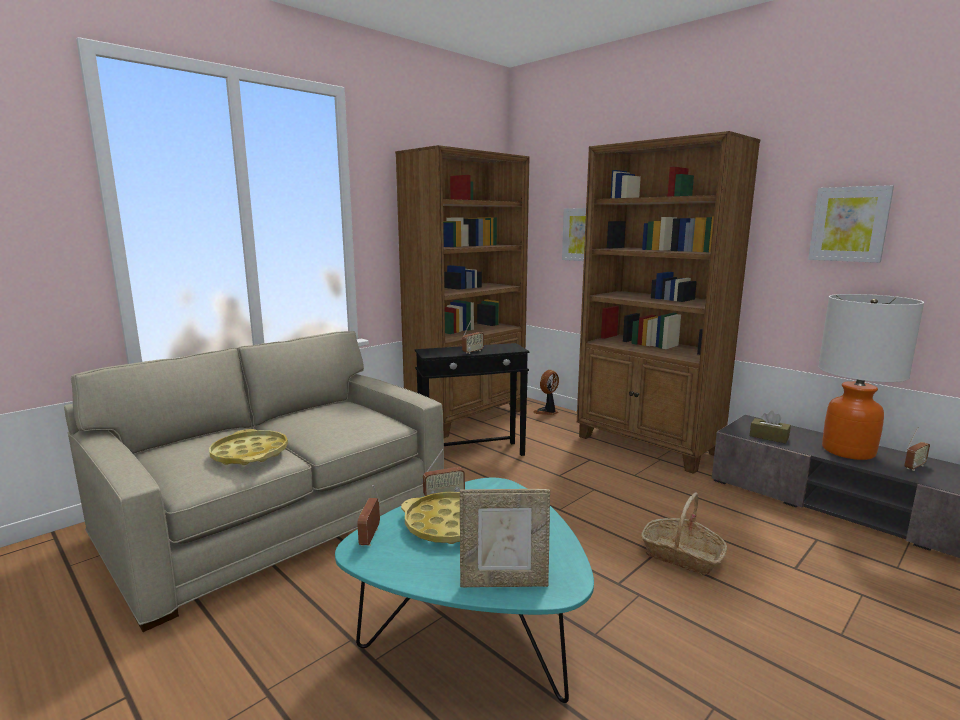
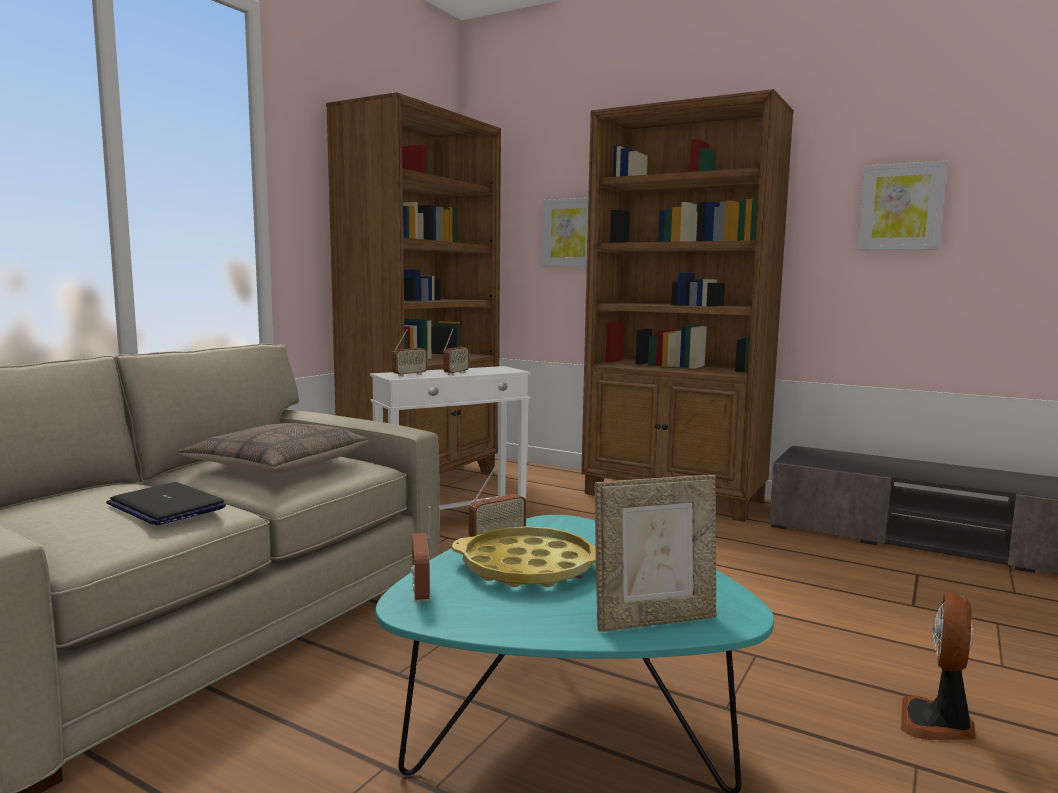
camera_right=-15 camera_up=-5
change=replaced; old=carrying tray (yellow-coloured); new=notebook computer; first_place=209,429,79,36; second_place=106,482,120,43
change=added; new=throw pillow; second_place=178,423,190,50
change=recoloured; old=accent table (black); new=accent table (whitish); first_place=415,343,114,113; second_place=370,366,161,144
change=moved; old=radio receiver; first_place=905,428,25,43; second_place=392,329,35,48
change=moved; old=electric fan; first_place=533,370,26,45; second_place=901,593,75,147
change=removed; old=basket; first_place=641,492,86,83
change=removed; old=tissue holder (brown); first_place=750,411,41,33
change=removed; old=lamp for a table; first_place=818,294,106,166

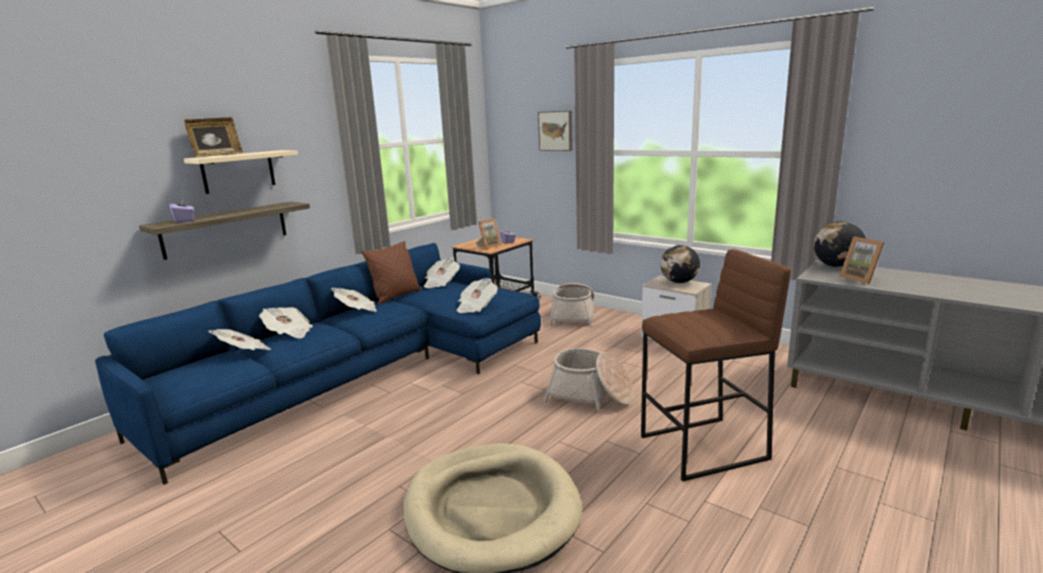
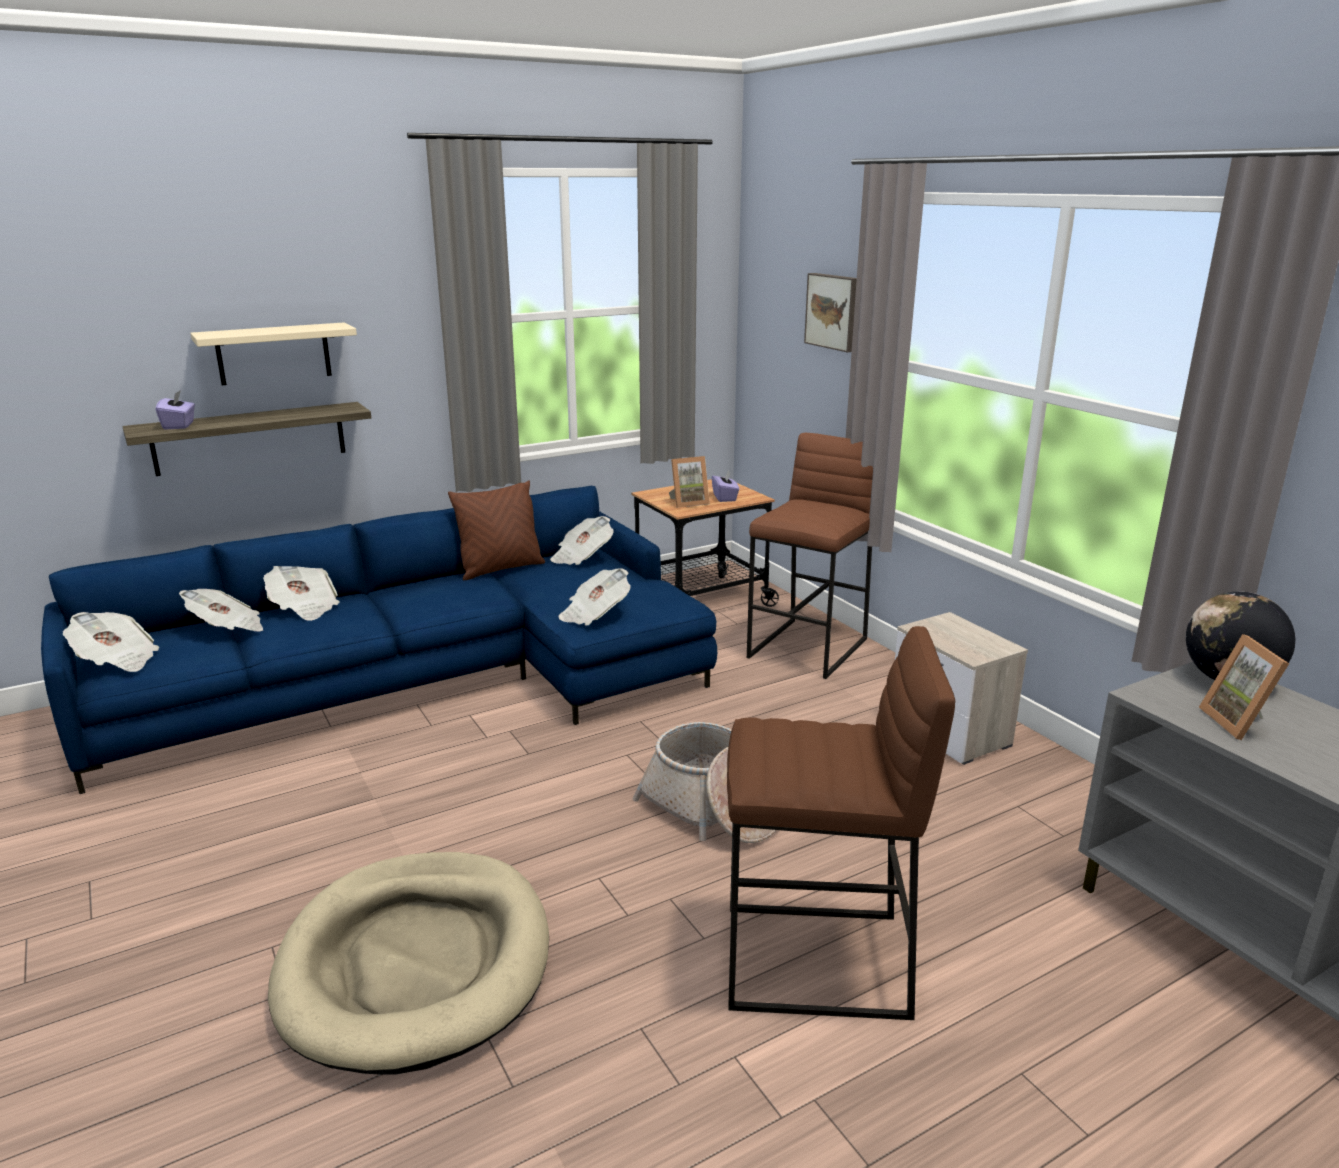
camera_right=20 camera_up=5
change=moved; old=daily paper; first_place=331,288,46,24; second_place=63,612,97,60
change=replaced; old=basket; new=stool seat (brown); first_place=549,283,46,44; second_place=747,433,126,246
change=removed; old=picture frame; first_place=184,117,59,40
change=removed; old=world globe; first_place=661,245,39,38

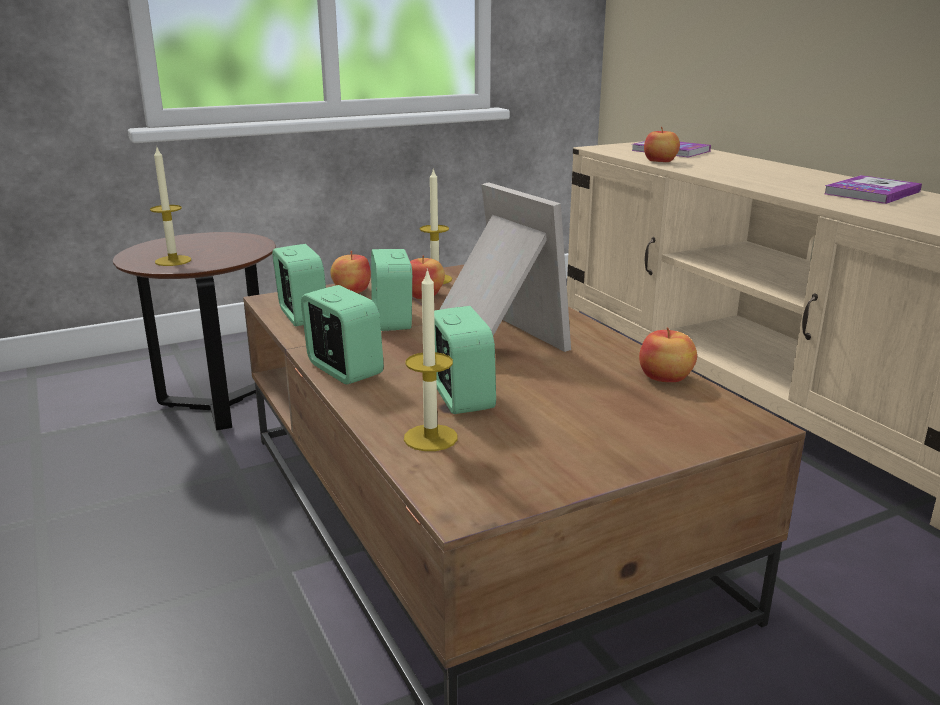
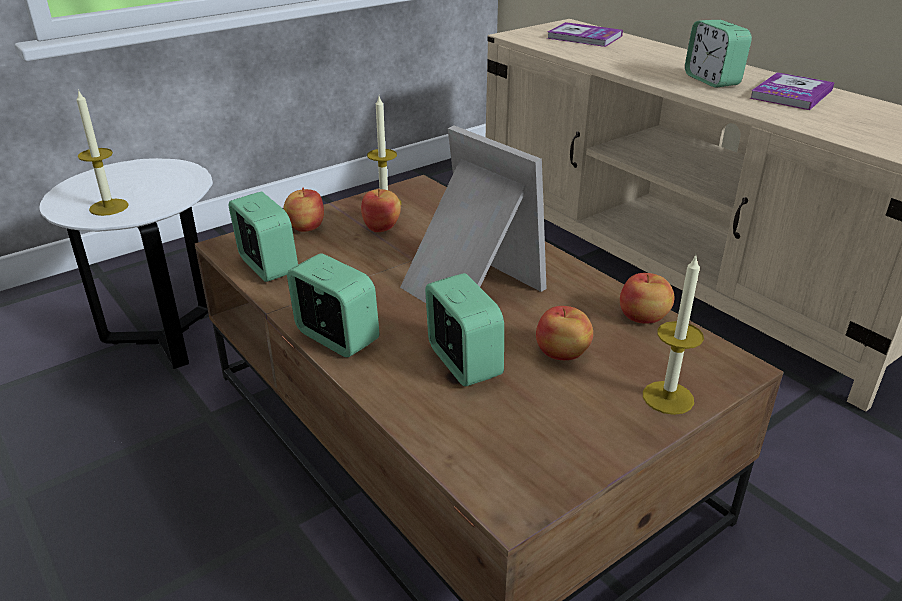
camera_right=-10 camera_up=10
change=recoloured; old=accent table (brown); new=accent table (whitish); first_place=113,232,163,199; second_place=40,158,173,211
change=moved; old=whole apple; first_place=644,127,36,35; second_place=536,306,57,54
change=moved; old=wax candle; first_place=404,269,54,182; second_place=643,255,61,160
change=moved; old=alarm clock; first_place=371,249,41,82; second_place=685,20,67,68

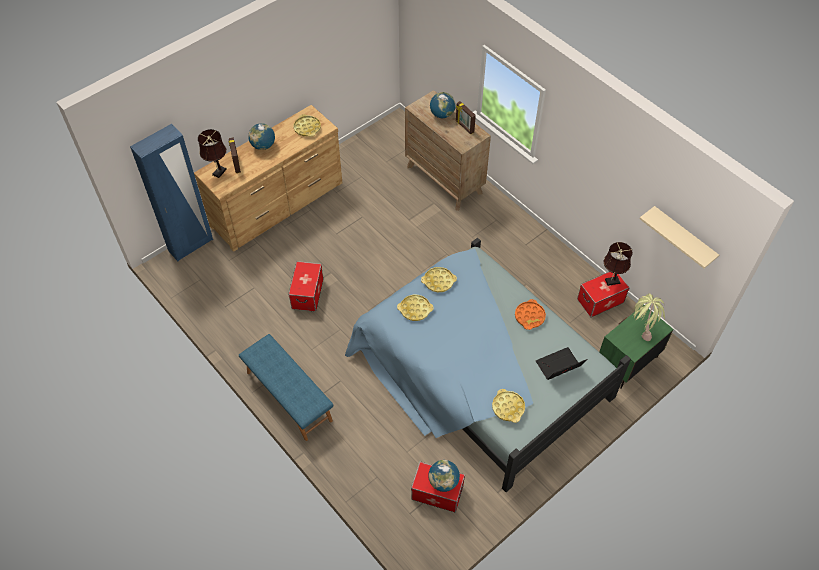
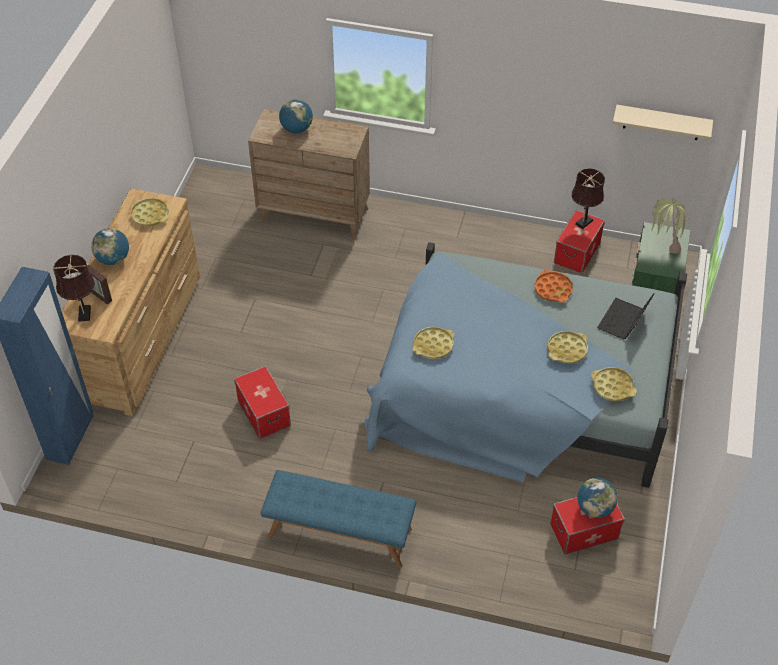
camera_right=-35 camera_up=-5
change=moved; old=carrying tray (yellow-coloured); first_place=421,267,36,25; second_place=548,331,40,32
change=removed; old=picture frame; first_place=456,101,20,33

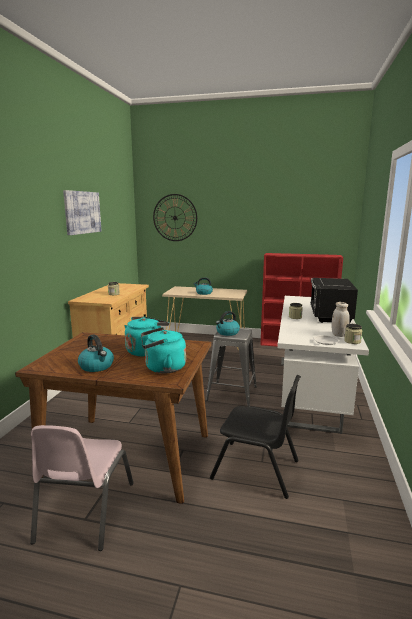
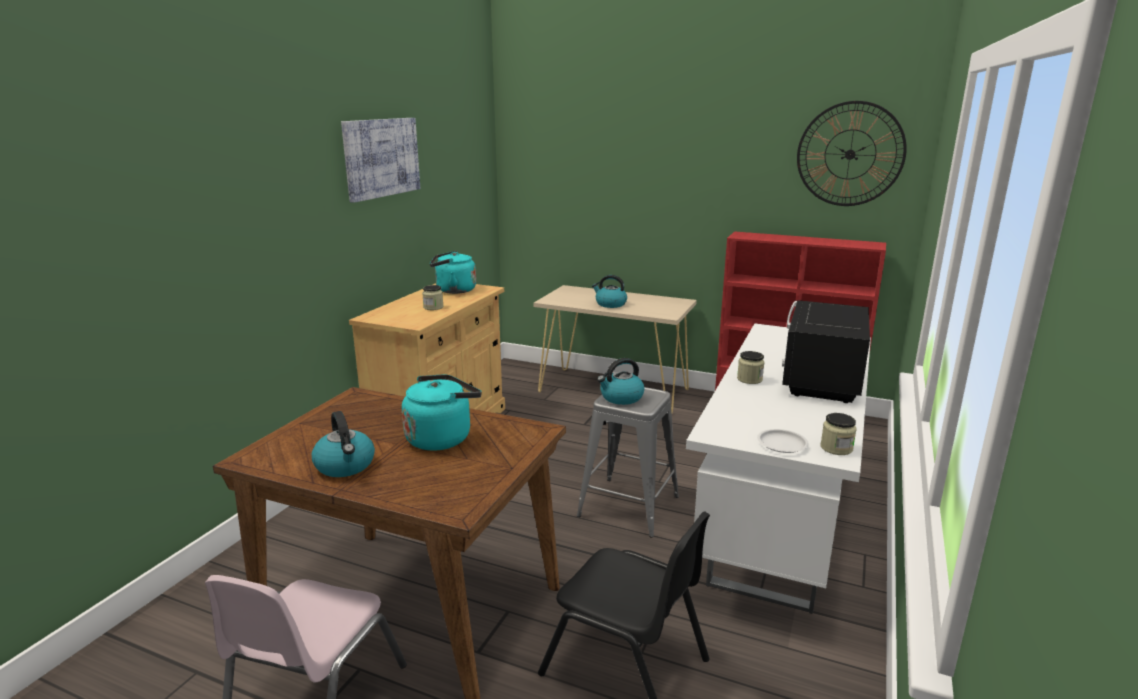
camera_right=10 camera_up=5
change=moved; old=kettle (turquoise-coloured); first_place=141,327,45,46; second_place=430,251,46,43
change=moved; old=hanging clock; first_place=153,194,44,47; second_place=797,101,110,105
change=removed; old=preserve jar (whitish); first_place=331,302,19,35

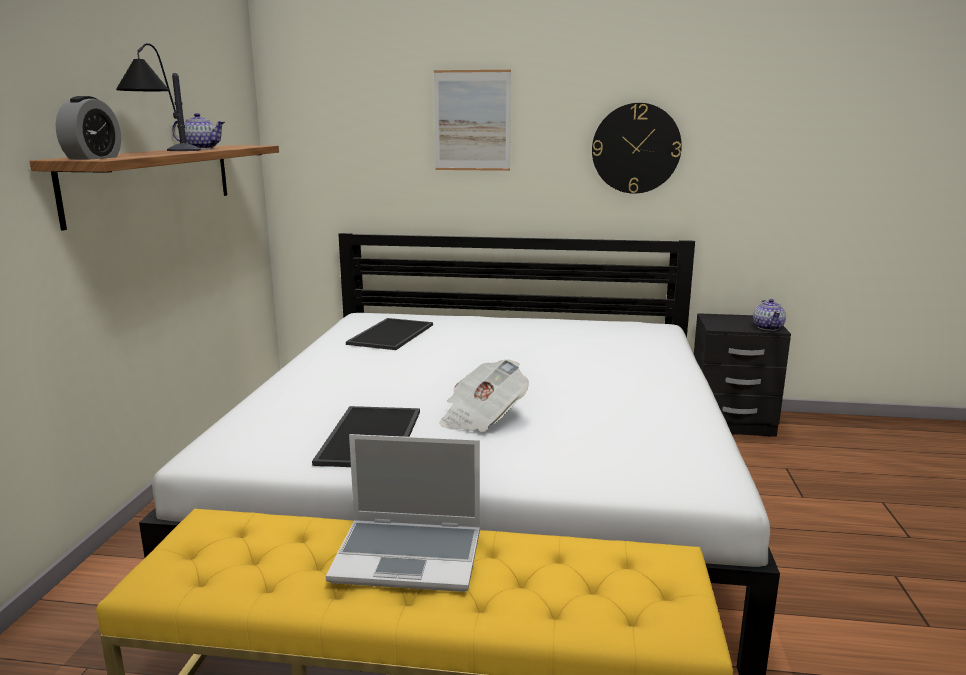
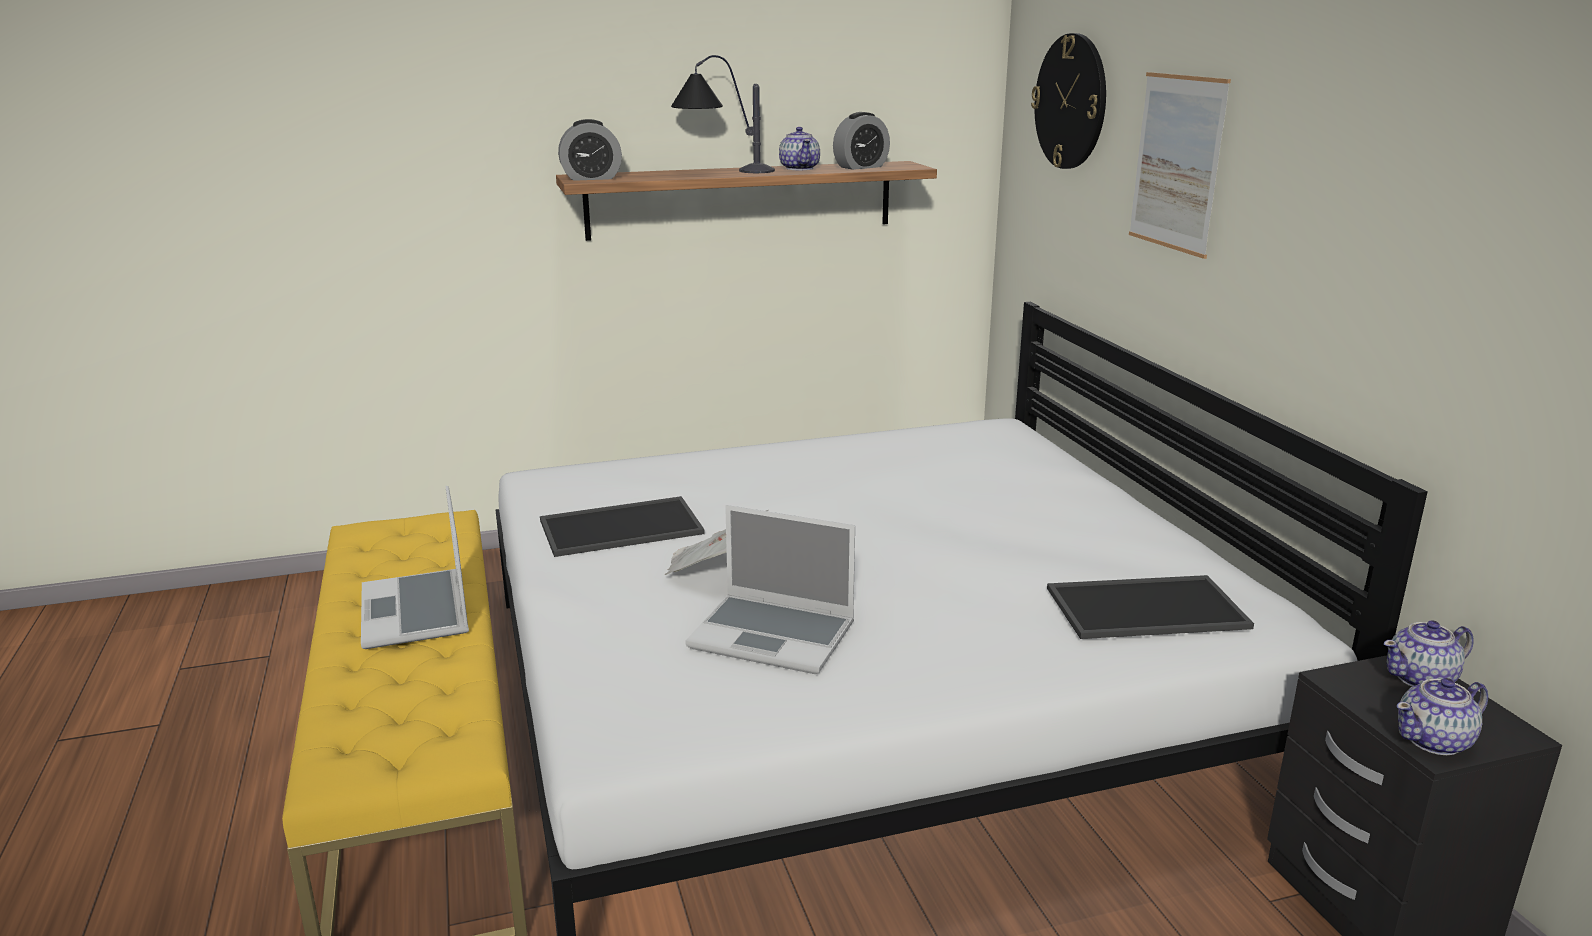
camera_right=65 camera_up=5
change=added; new=notebook computer; second_place=686,505,169,169
change=added; new=alarm clock; second_place=833,112,57,58
change=moved; old=hanging clock; first_place=592,103,90,91; second_place=1031,33,75,136
change=moved; old=carrying tray; first_place=346,318,87,32; second_place=1047,575,207,64
change=added; new=teapot; second_place=1384,620,89,67

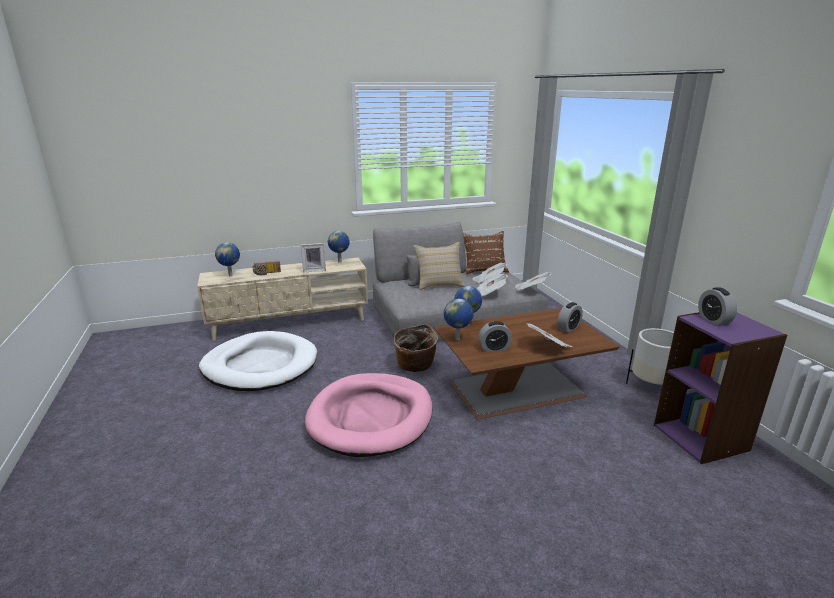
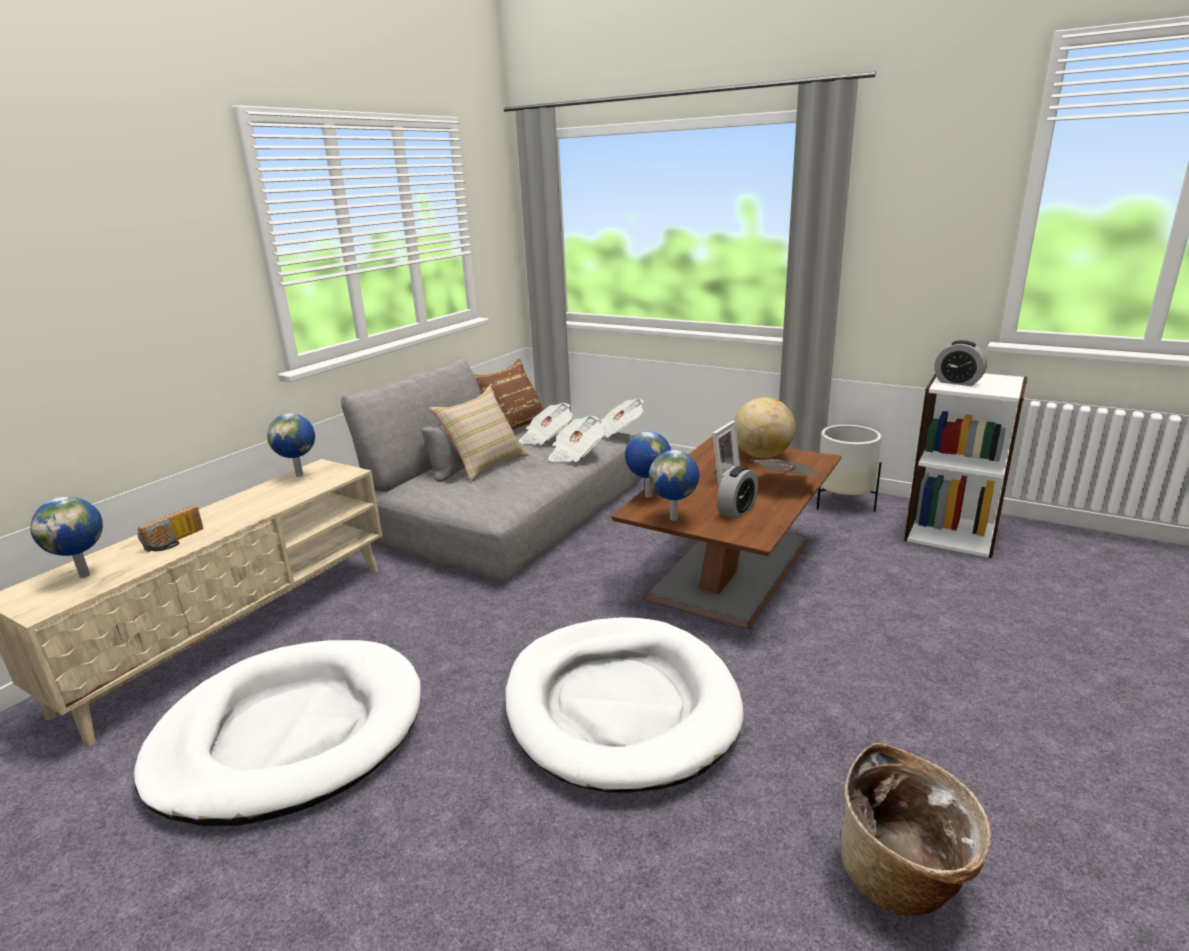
camera_right=-40 camera_up=0
change=recoloured; old=pet bed (pinkish); new=pet bed (whitish); first_place=305,373,127,84; second_place=505,617,239,176
change=moved; old=picture frame; first_place=301,243,25,30; second_place=712,420,28,66
change=replaced; old=alarm clock; new=world globe; first_place=557,302,26,31; second_place=734,397,61,61
change=moved; old=basket; first_place=394,324,44,48; second_place=841,743,150,173
change=recoloured; old=shelving unit (purplish); new=shelving unit (whitish); first_place=654,312,133,152; second_place=904,373,123,185

